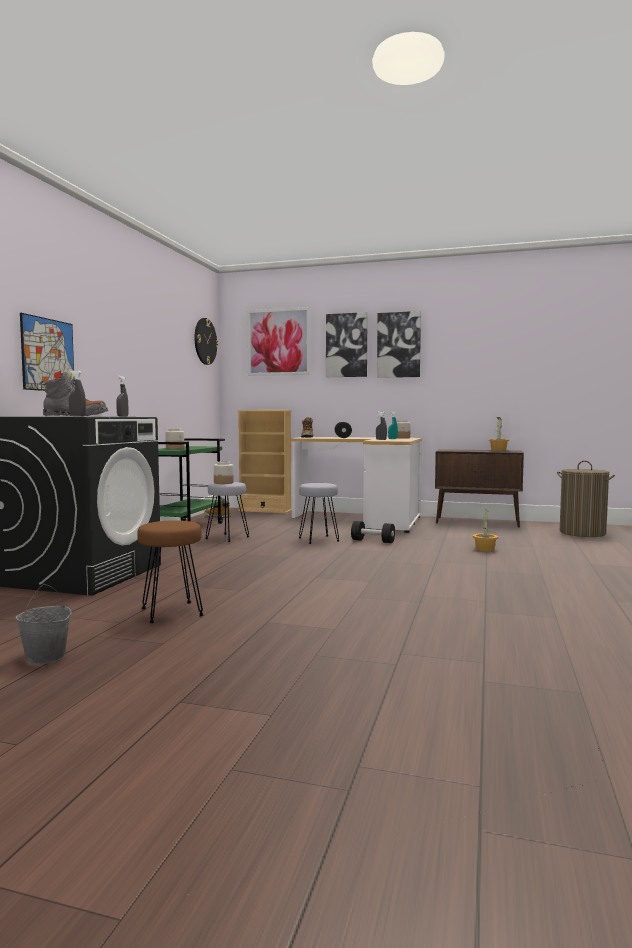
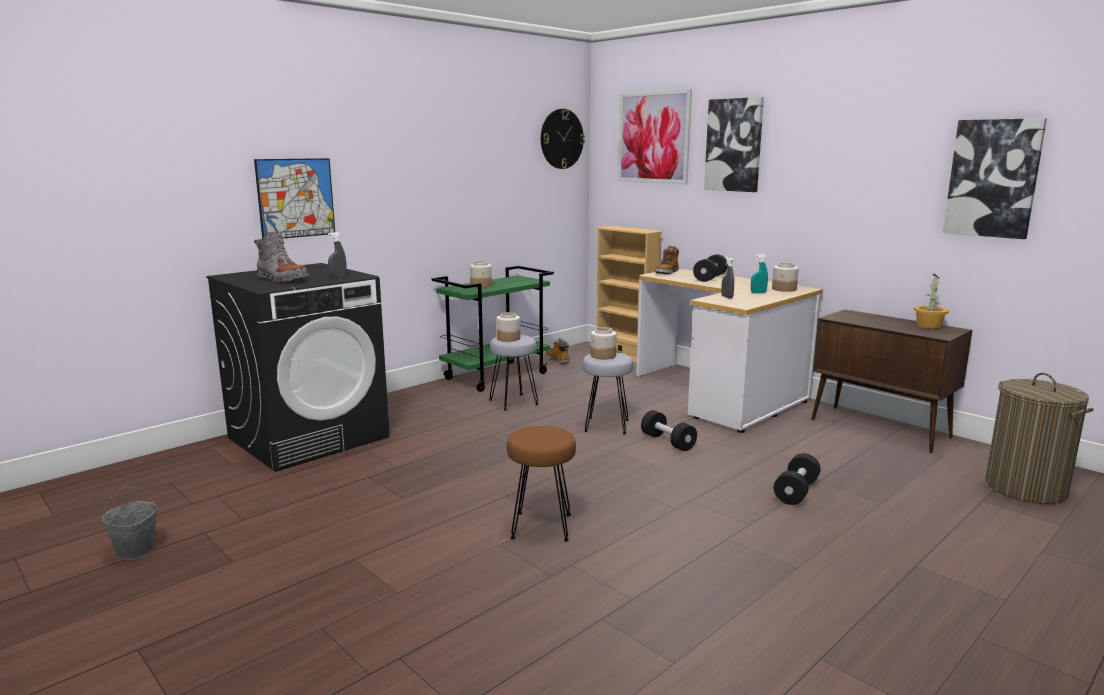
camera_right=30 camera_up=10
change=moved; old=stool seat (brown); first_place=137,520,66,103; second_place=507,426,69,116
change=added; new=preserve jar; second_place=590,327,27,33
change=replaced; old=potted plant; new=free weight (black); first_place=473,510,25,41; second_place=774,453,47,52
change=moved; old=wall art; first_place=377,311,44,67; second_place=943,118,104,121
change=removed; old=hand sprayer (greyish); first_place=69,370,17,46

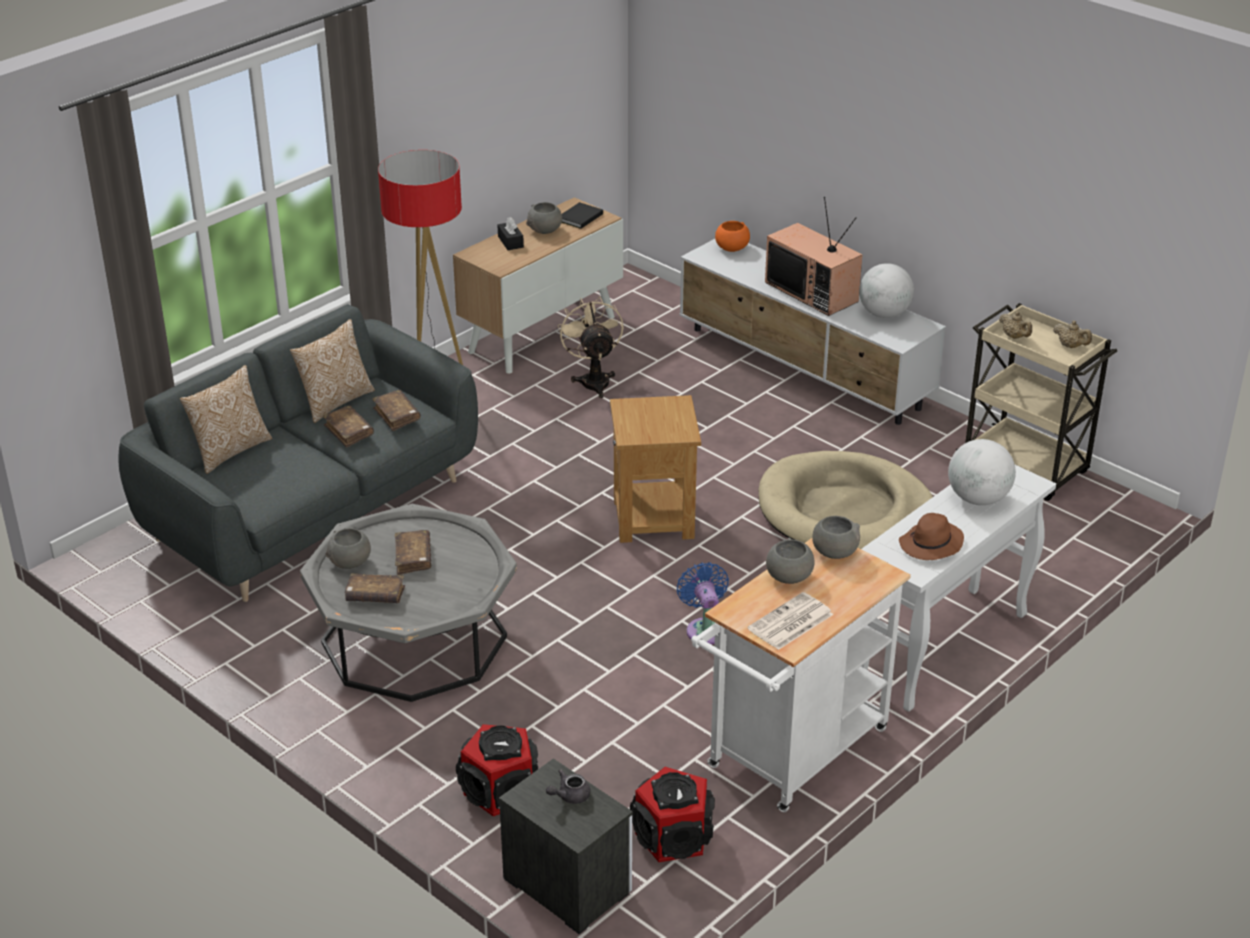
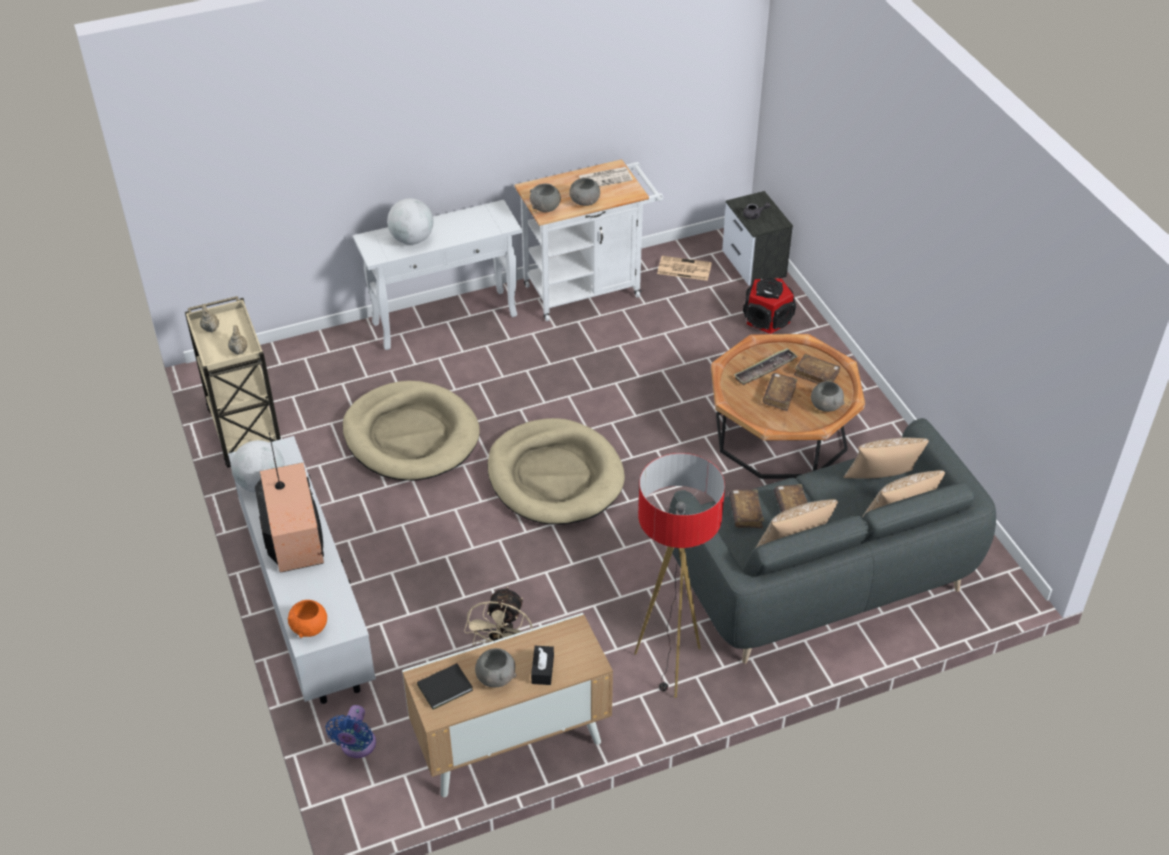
camera_right=-155 camera_up=10
change=moved; old=electric fan (bluish); first_place=677,562,52,82; second_place=325,705,51,53
change=replaced; old=accent table (brown); new=pet bed (beige-coloured); first_place=610,395,91,148; second_place=487,418,138,107
change=replaced; old=loudspeaker; new=daily paper; first_place=630,767,85,95; second_place=657,256,55,25
change=recoloured; old=lounge table (greyish); new=lounge table (brown); first_place=300,504,217,198; second_place=711,334,154,145
change=added; new=carrying tray; second_place=734,348,64,37
change=added; new=throw pillow; second_place=844,438,85,41
change=removed; old=wearable hat (brown); first_place=899,513,65,47

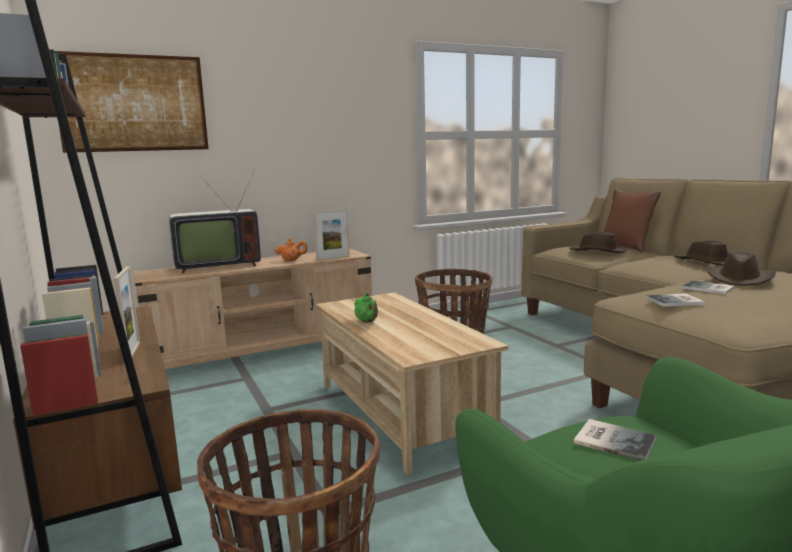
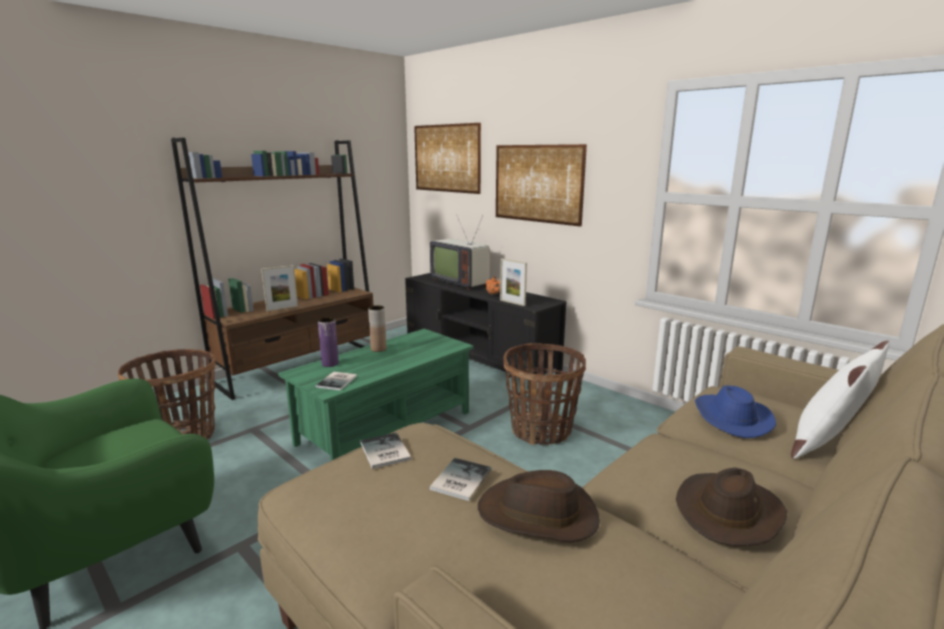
camera_right=70 camera_up=5
change=recoloured; old=lounge table (beige-coloured); new=lounge table (green); first_place=315,293,193,182; second_place=278,329,196,132
change=moved; old=volume; first_place=574,419,82,42; second_place=316,372,41,19
change=added; new=vase (purplish); second_place=318,317,21,50
change=replaced; old=teapot (green); new=vase (brown); first_place=354,292,24,31; second_place=368,305,18,47
change=recoloured; old=tv stand (beige-coloured); new=tv stand (black); first_place=134,248,238,121; second_place=405,273,162,102
change=added; new=wall art; second_place=496,144,91,83
change=recoloured; old=wearable hat (brown); new=wearable hat (bluish); first_place=569,232,57,21; second_place=695,385,81,53
change=recoloured; old=throw pillow (brown); new=throw pillow (whitish); first_place=604,189,57,63; second_place=791,340,99,119

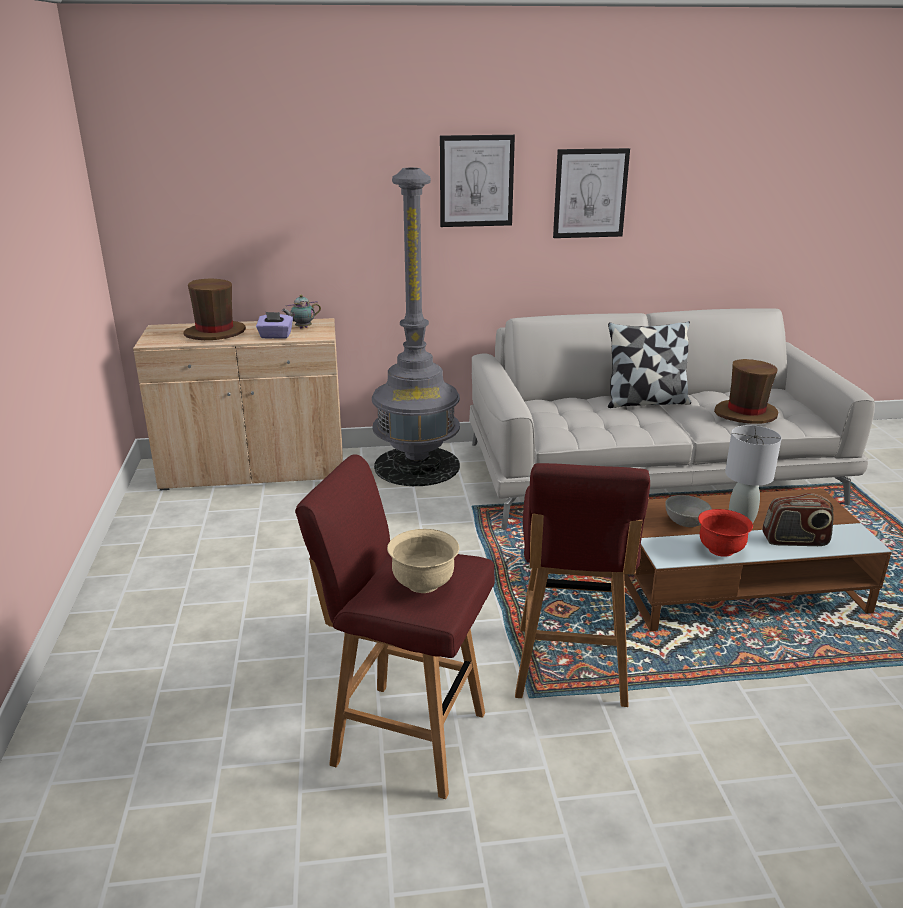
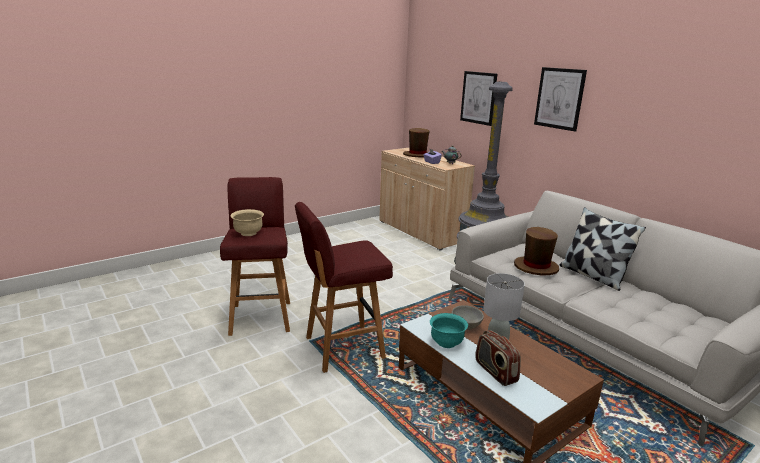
camera_right=60 camera_up=-5
change=recoloured; old=serving bowl (red-coloured); new=serving bowl (turquoise-coloured); first_place=698,509,55,48; second_place=430,313,38,35
change=moved; old=wall art; first_place=553,148,77,90; second_place=460,71,37,55
change=moved; old=wearable hat (brown); first_place=714,359,65,65; second_place=514,227,45,48

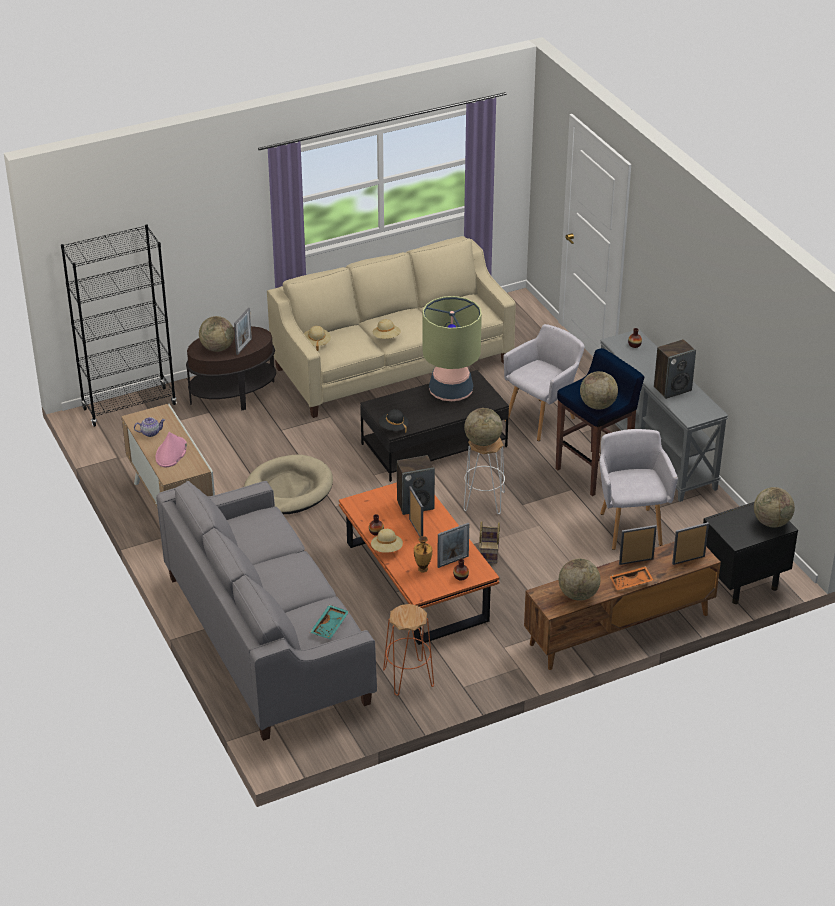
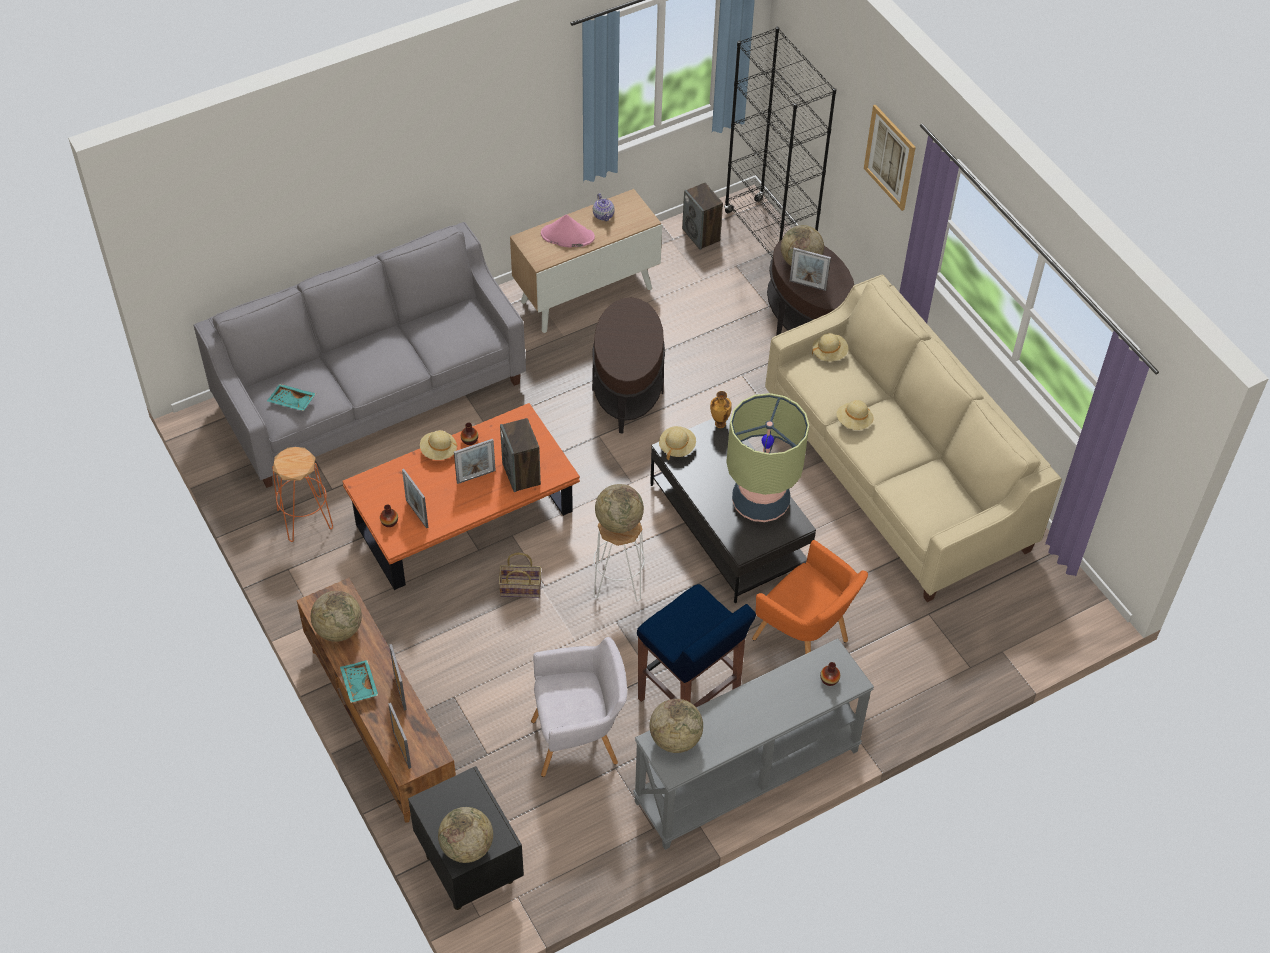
camera_right=85 camera_up=15
change=recoloured; old=carrying tray (orange); new=carrying tray (turquoise-coloured); first_place=609,566,44,24; second_place=340,660,38,43
change=replaced; old=pet bed (beige-coloured); new=accent table (brown); first_place=244,455,89,59; second_place=592,297,73,137
change=moved; old=world globe; first_place=580,371,38,39; second_place=650,699,53,54
change=recoloured; old=wearable hat (black); new=wearable hat (beige-coloured); first_place=379,409,30,24; second_place=659,426,37,34
change=moved; old=loudspeaker; first_place=654,339,42,60; second_place=682,183,41,67
change=moved; old=vase; first_place=414,536,18,37; second_place=710,391,22,37
change=recoloured; old=armchair (greyish); new=armchair (orange); first_place=503,324,82,117; second_place=752,540,116,114
change=added; new=wall art; second_place=864,105,52,106

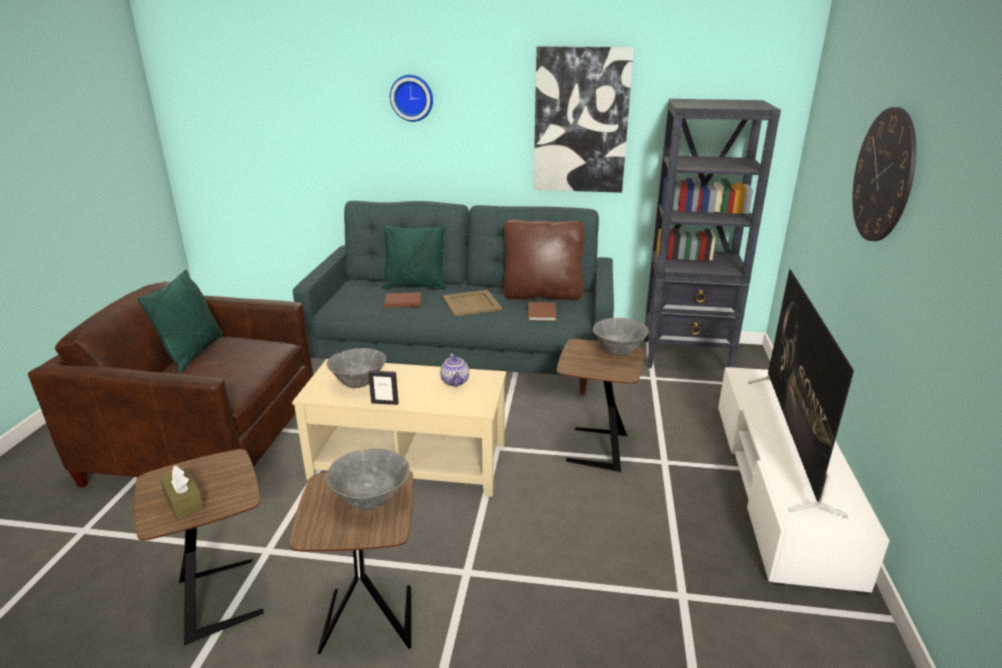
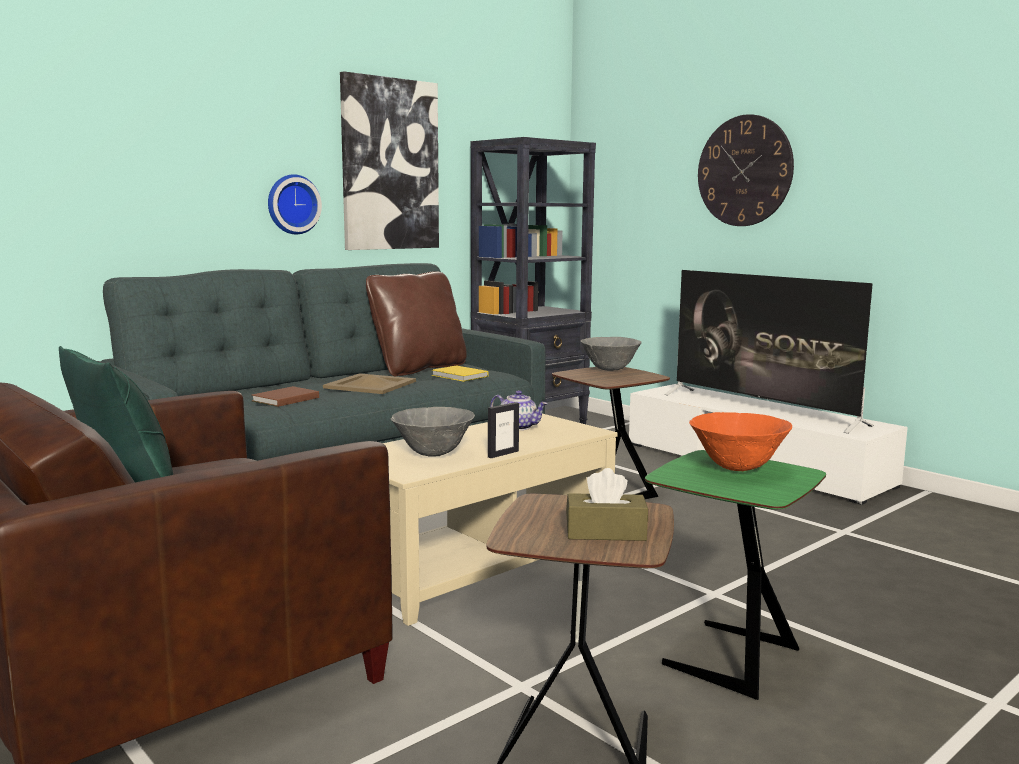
camera_right=-50 camera_up=-15
change=moved; old=hanging clock; first_place=390,75,43,47; second_place=268,174,54,60
change=recoloured; old=volume (brown); new=volume (yellow-coloured); first_place=528,302,28,20; second_place=432,365,56,17
change=recoloured; old=accent table (brown); new=accent table (green); first_place=290,471,124,183; second_place=645,450,181,250
change=recoloured; old=serving bowl (greyish); new=serving bowl (orange); first_place=326,449,84,61; second_place=689,412,103,60
change=removed; old=throw pillow (green); first_place=382,224,64,65

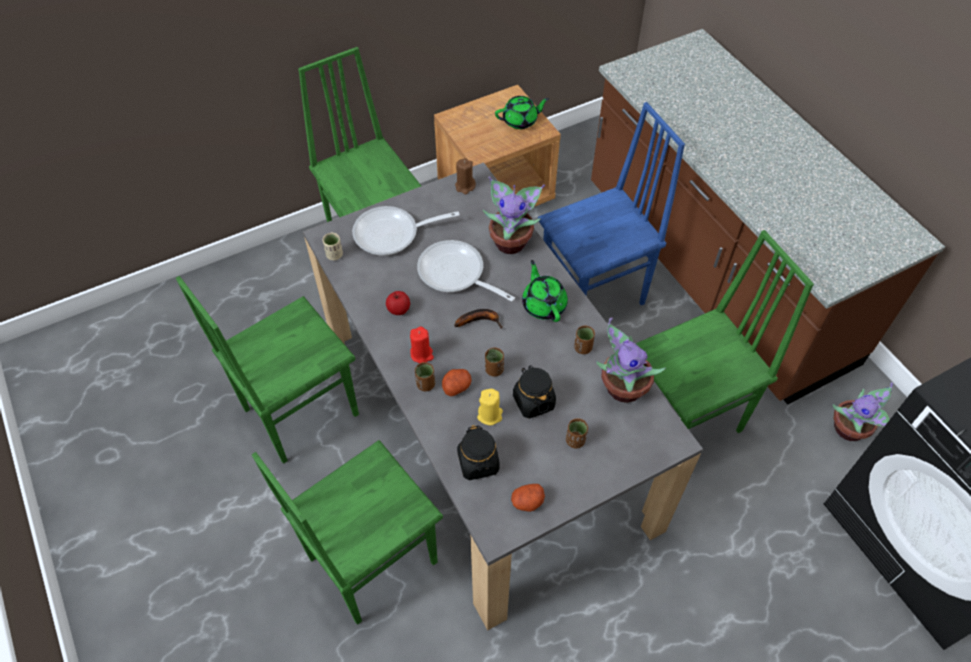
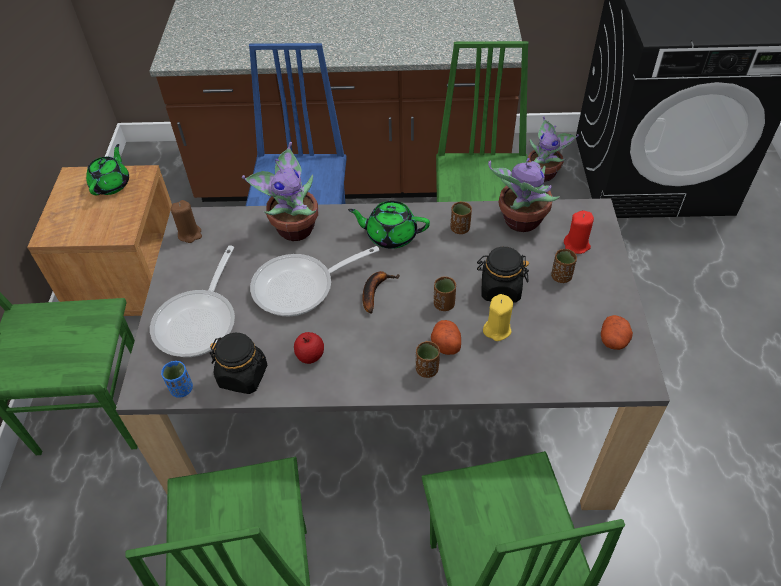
camera_right=-60 camera_up=-5
change=recoloured; old=cup (beige-coloured); new=cup (bluish); first_place=322,233,21,27; second_place=161,361,32,37
change=moved; old=preserve jar (black); first_place=457,425,43,55; second_place=209,333,58,61
change=moved; old=wax candle (red-coloured); first_place=410,326,24,37; second_place=564,211,30,43

